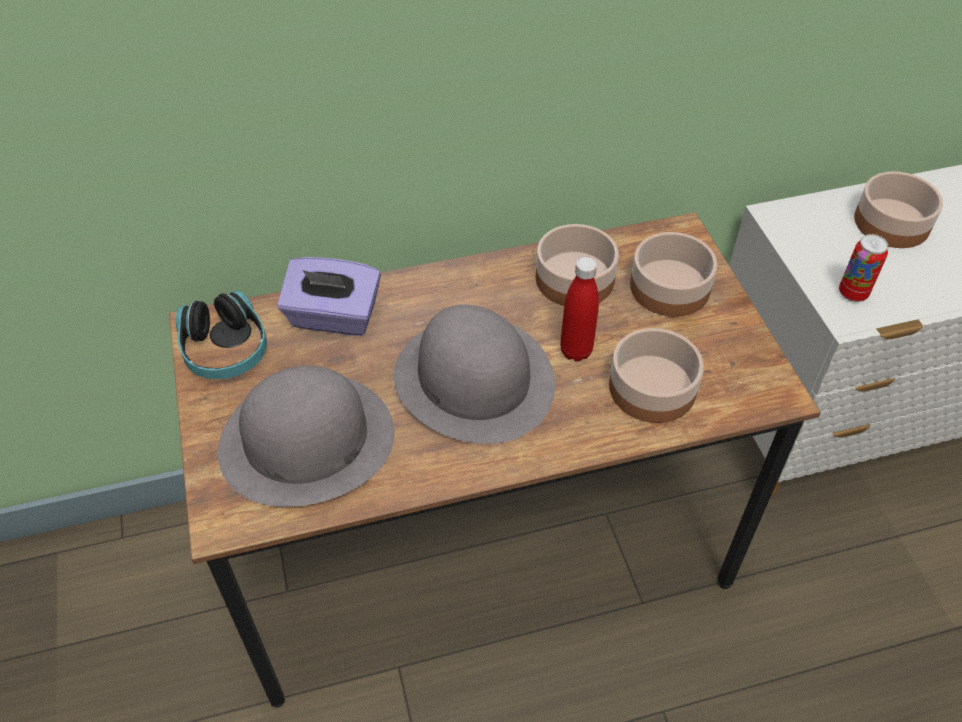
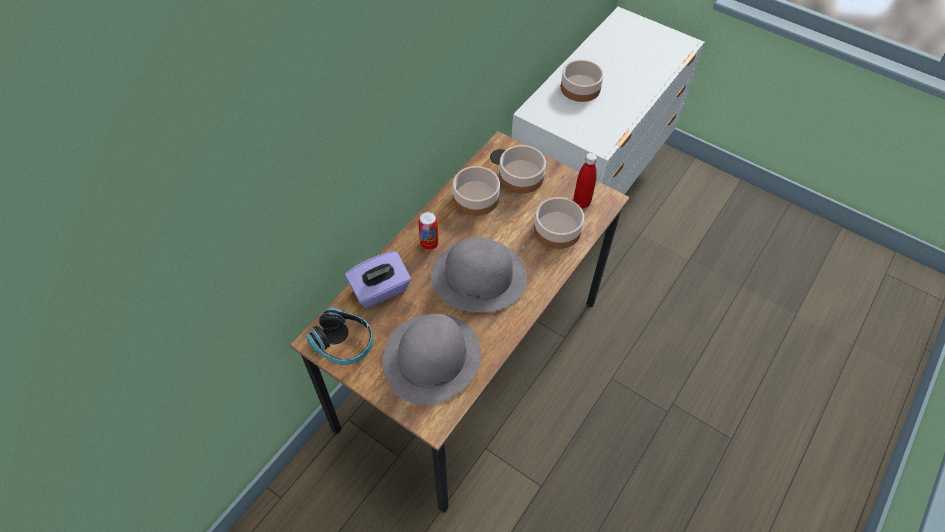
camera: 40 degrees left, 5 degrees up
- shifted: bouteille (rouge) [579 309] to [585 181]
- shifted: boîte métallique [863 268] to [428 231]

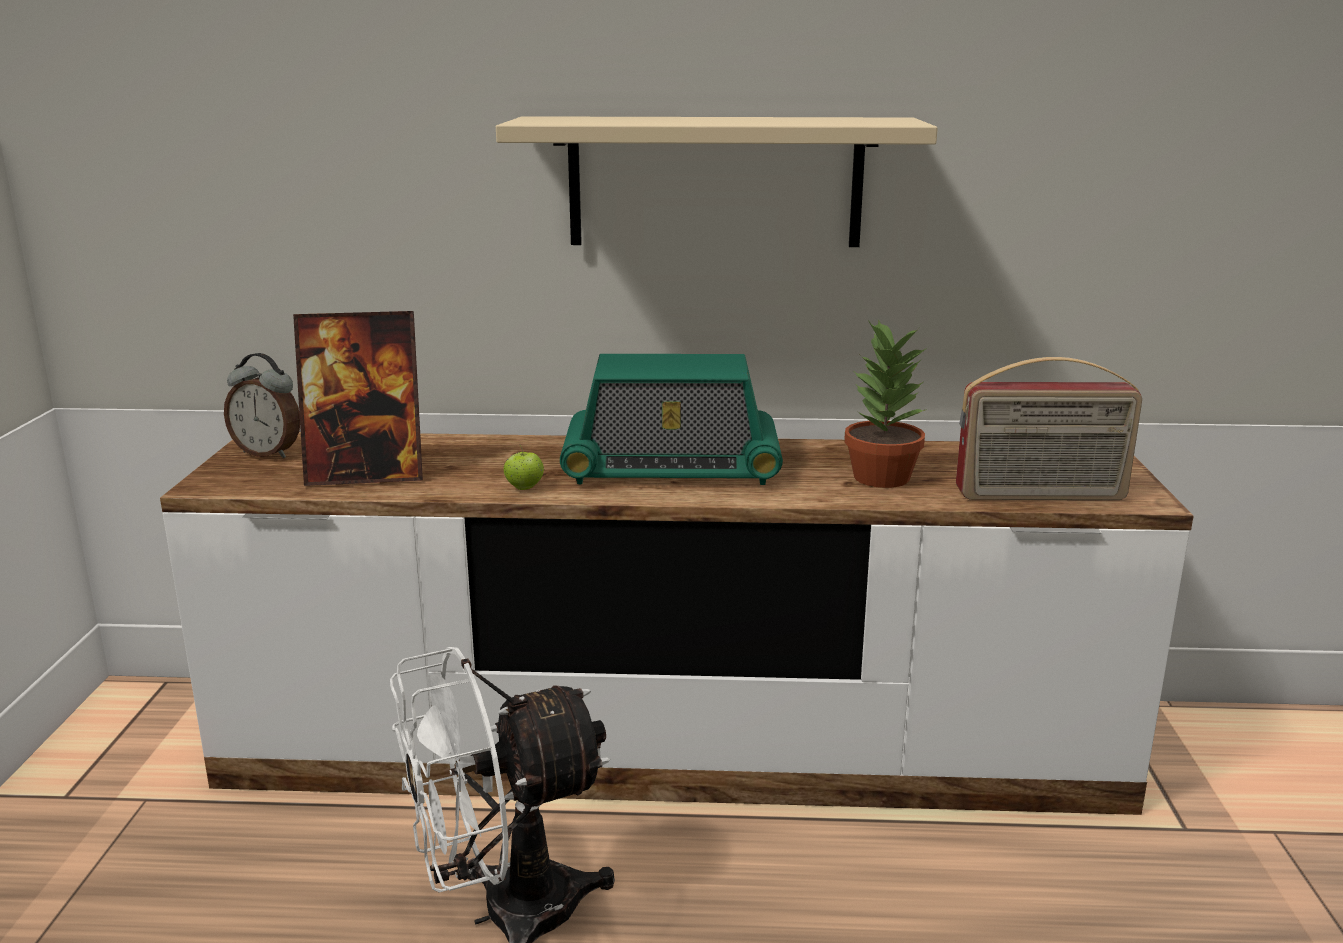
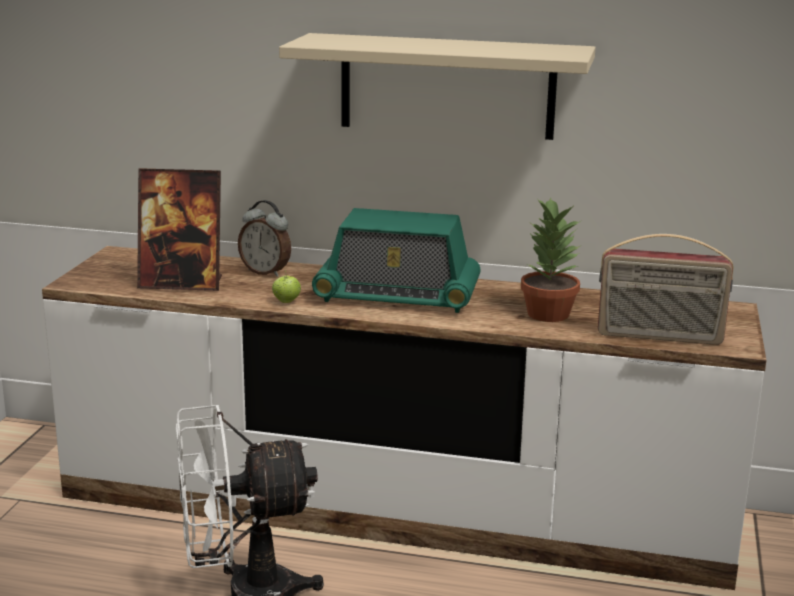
camera: 10 degrees right, 0 degrees up
- shifted: réveil [262 405] to [264 238]

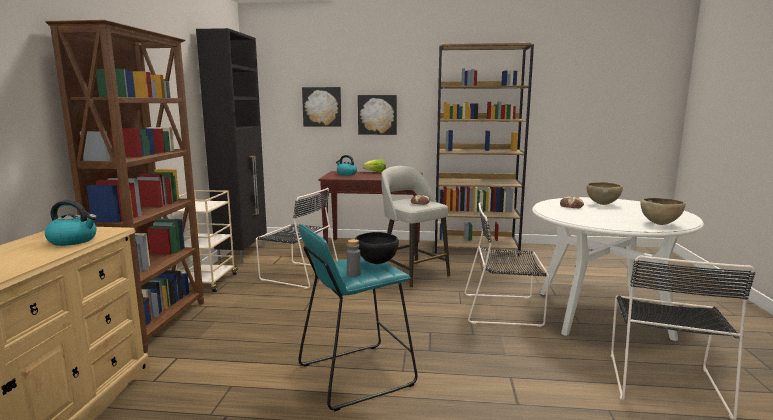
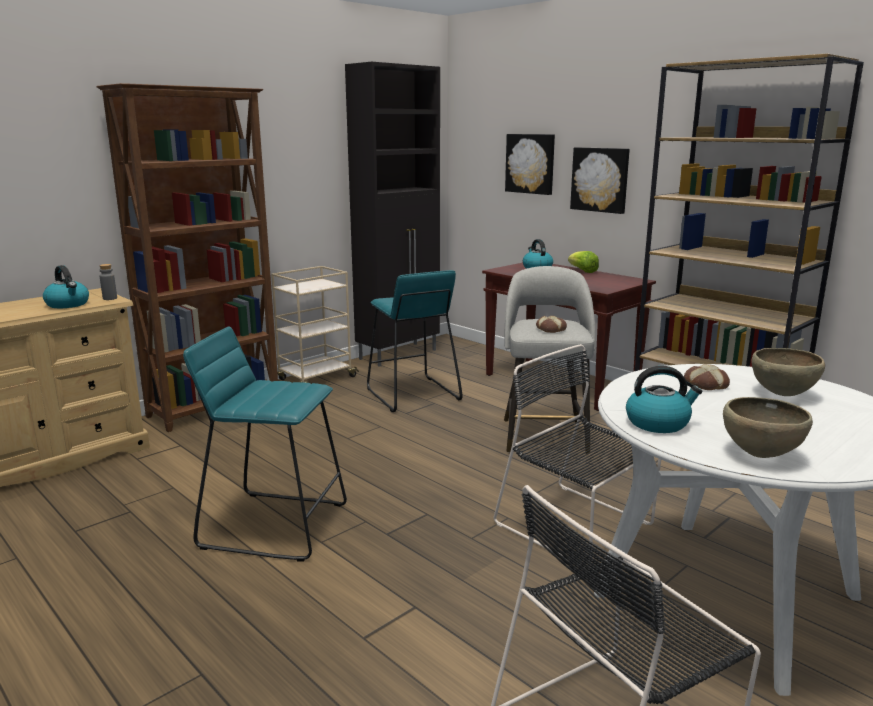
camera: 40 degrees right, 5 degrees up
- swapped: chaise (noir) [297 238] to tabouret (turquoise) [415 341]
- shifted: bouteille (gris) [354 258] to [108 282]
- gone: bol (noir) [377 248]
- new: bouilloire [664 399]

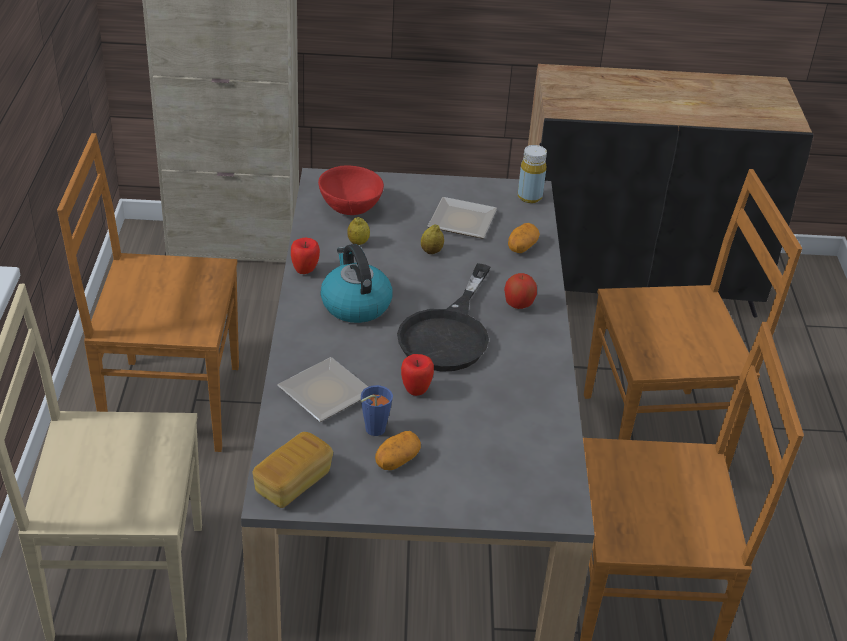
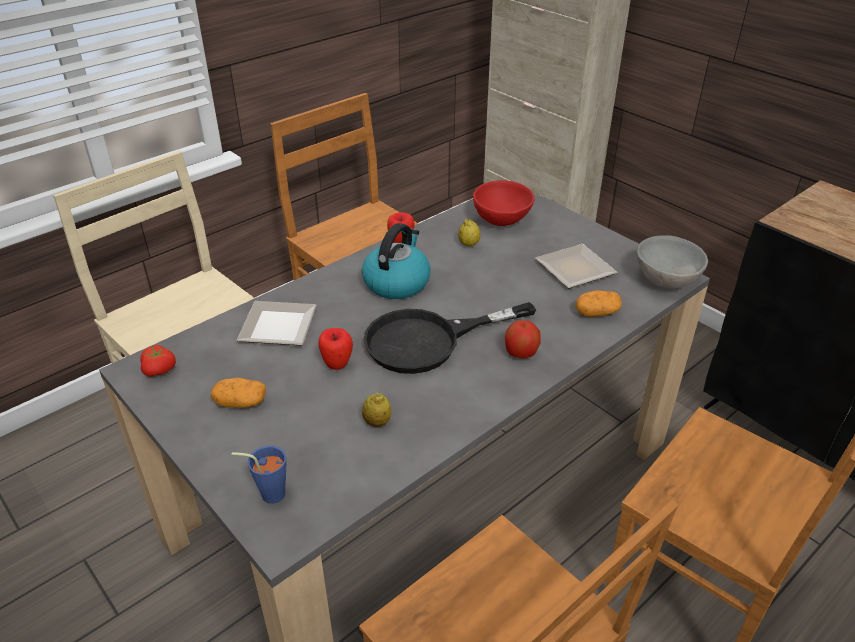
camera: 50 degrees right, 0 degrees up
- swapped: pain [293 470] to tomate [158 361]
- shifted: tasse (bleu) [377 410] to [259 475]
- shifted: citron [432 239] to [376 410]
- swapped: bouteille (jaune) [532 174] to bol (gris) [672 262]

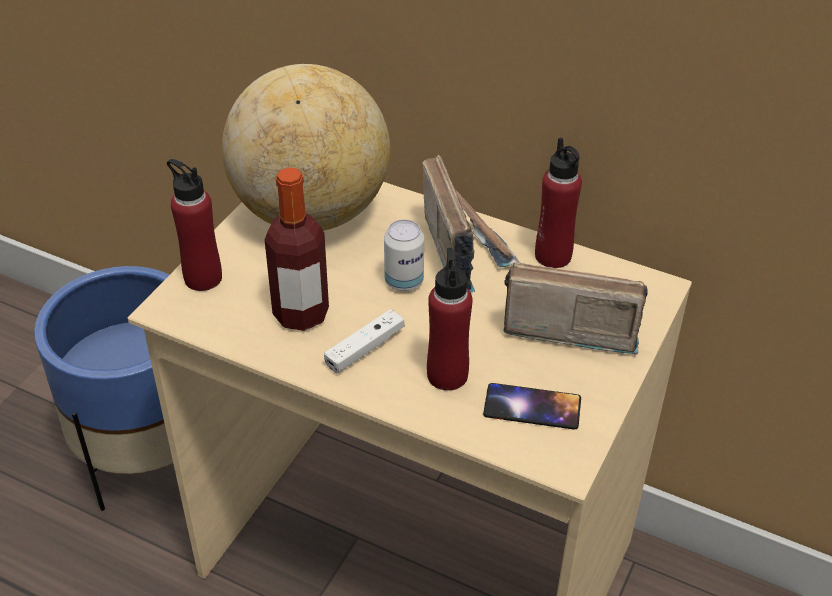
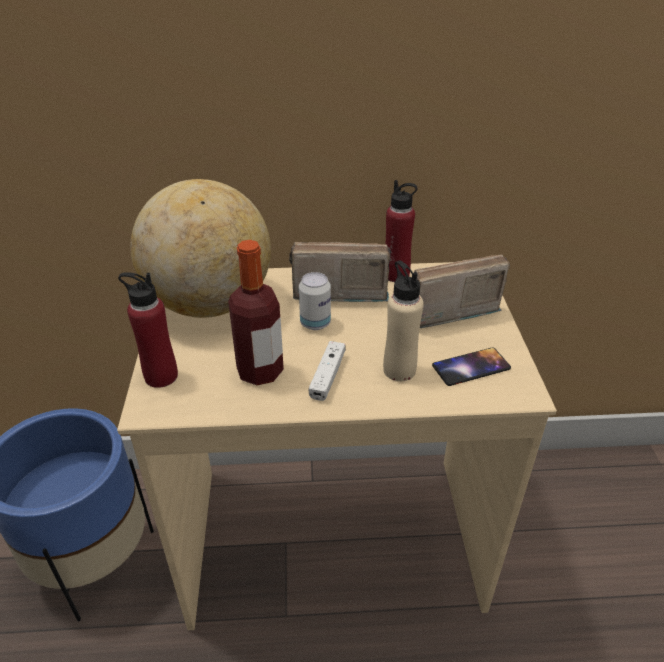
camera: 30 degrees left, 5 degrees down
- rotated: radio [470 223] = [340 272] 45 degrees counterclockwise
- repainted: bouteille (rouge) [450 319] to bouteille (beige) [403 321]

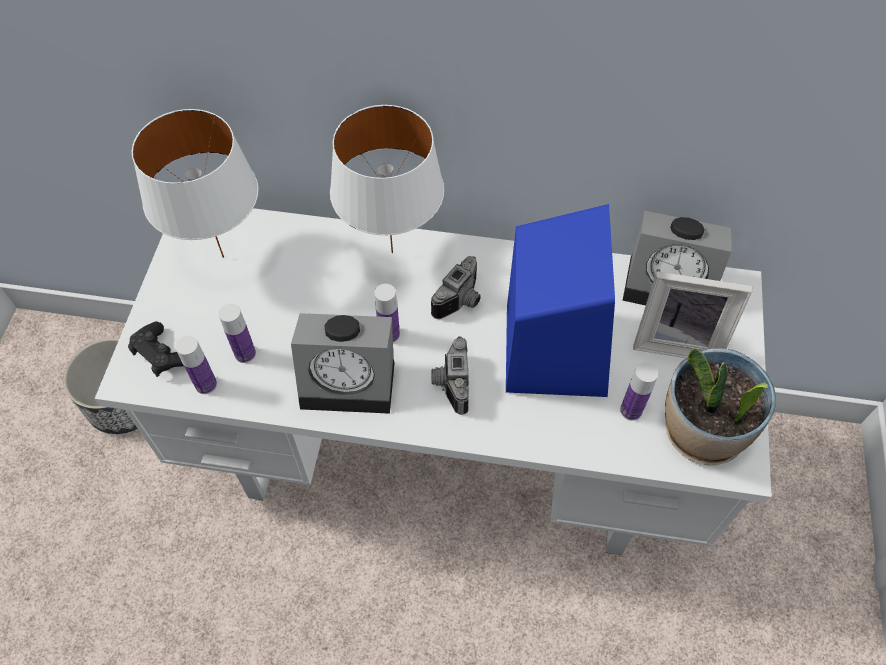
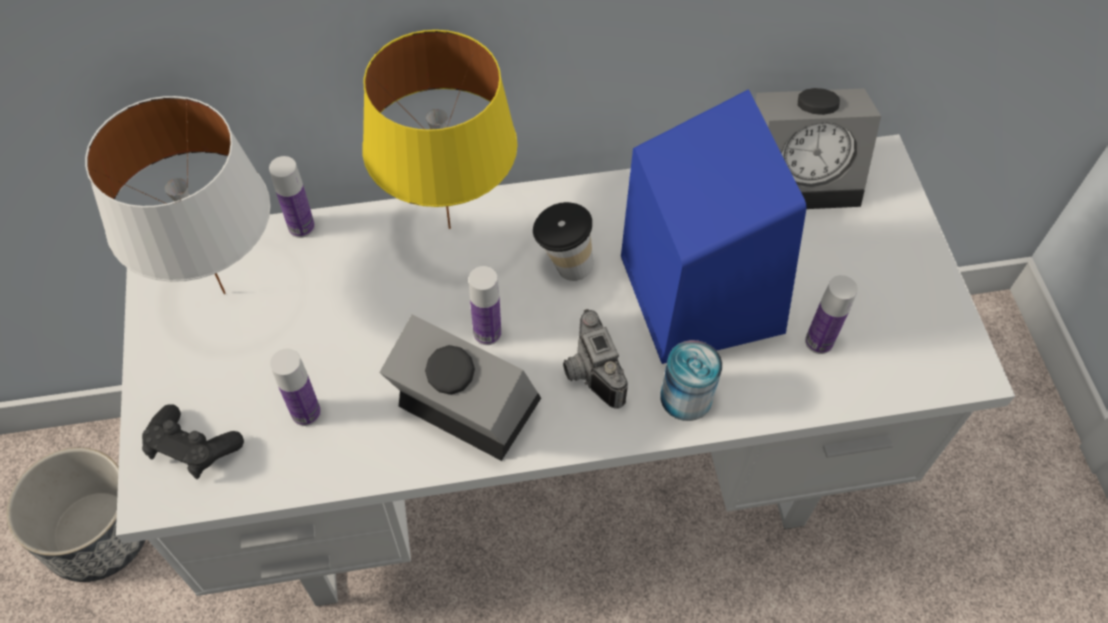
camera: 20 degrees left, 0 degrees up
- shifted: bouteille [196 365] to [292 197]
- rotated: réveil [343 363] = [460 387] 135 degrees counterclockwise
- repainted: lampe de table (blanc) [387 179] to lampe de table (jaune) [439 129]
- swapped: appareil photo [456 287] to tasse [563 241]
- gone: cadre photo [693 314]
- gone: plante en pot [720 406]
- new: boîte métallique [691 380]

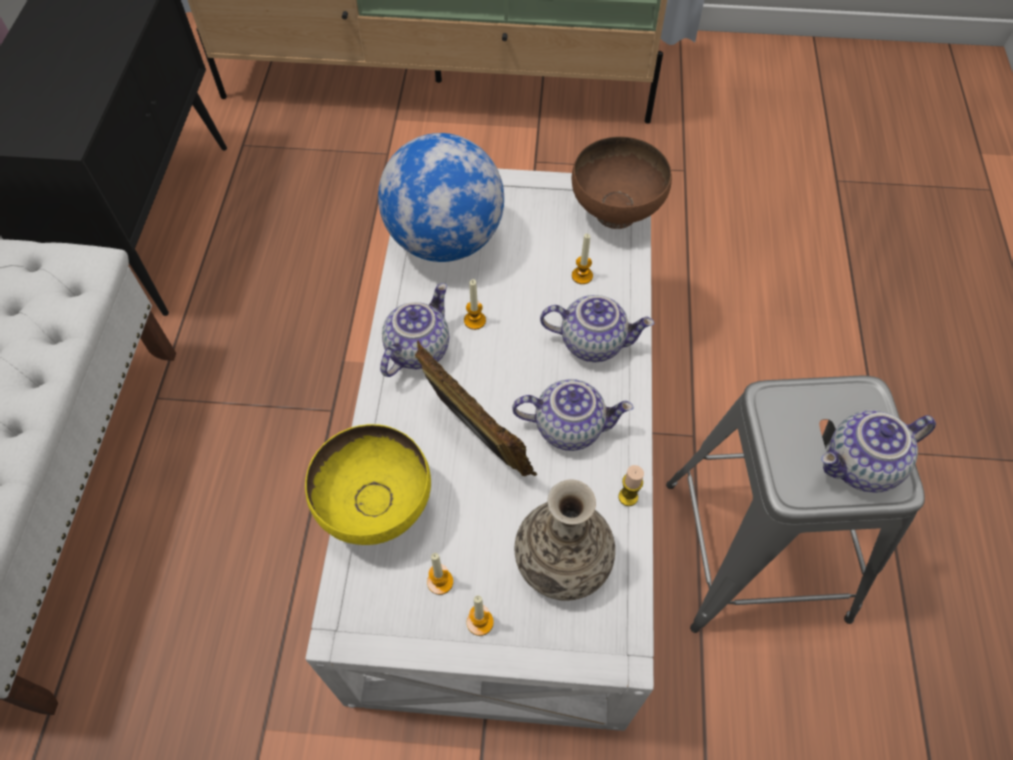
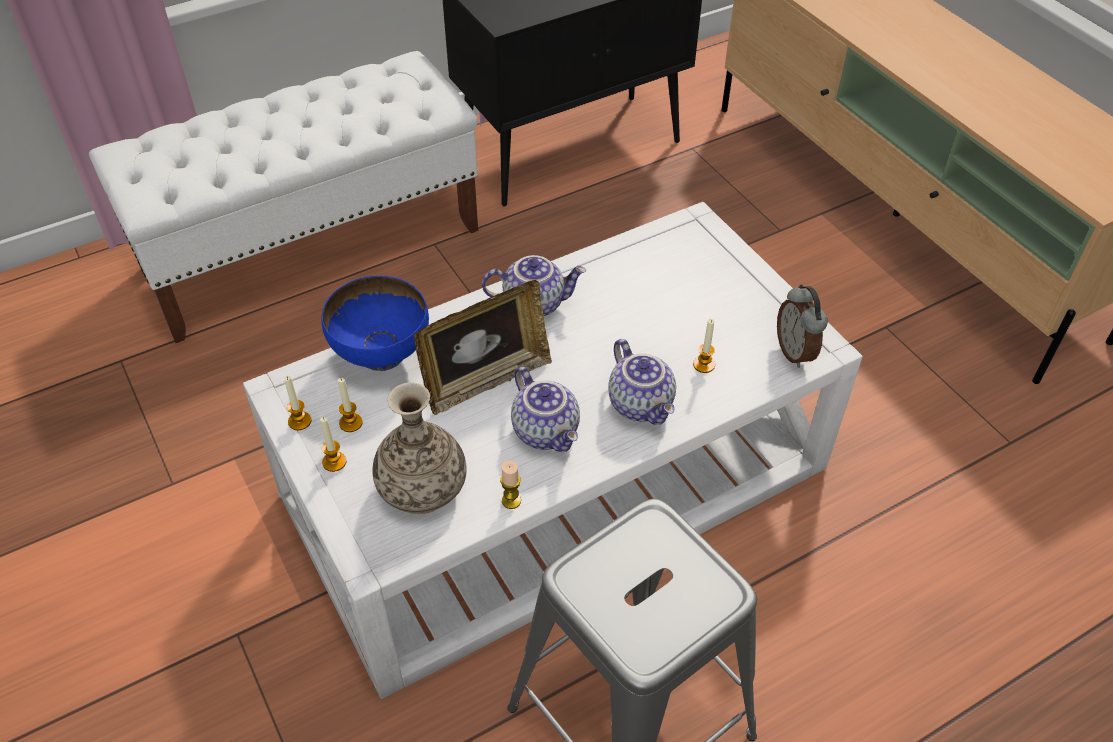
camera: 55 degrees right, 10 degrees down
- repainted: bol (jaune) [368 484] to bol (bleu) [375 323]
- gone: globe [441 197]
- rotated: cadre photo [476 408] = [483 347] 45 degrees clockwise
- shifted: bougie [475 304] to [297 402]
- swapped: bol (marron) [622 182] to réveil [802 326]
- gone: théière [878 451]

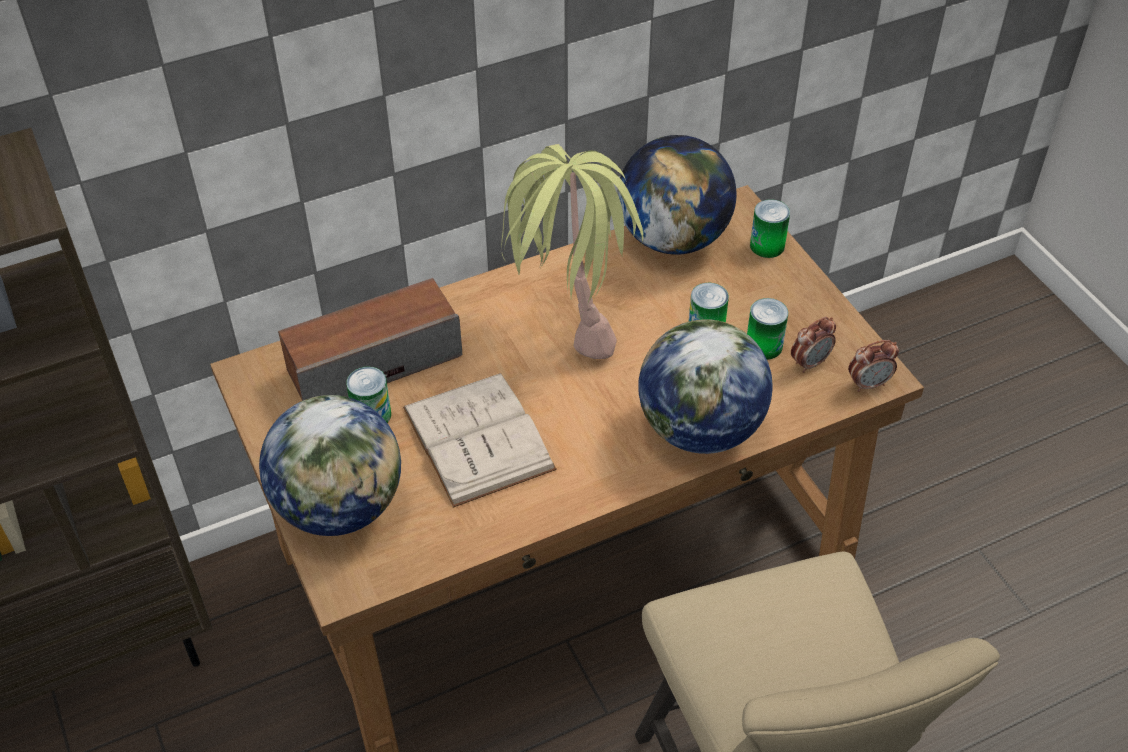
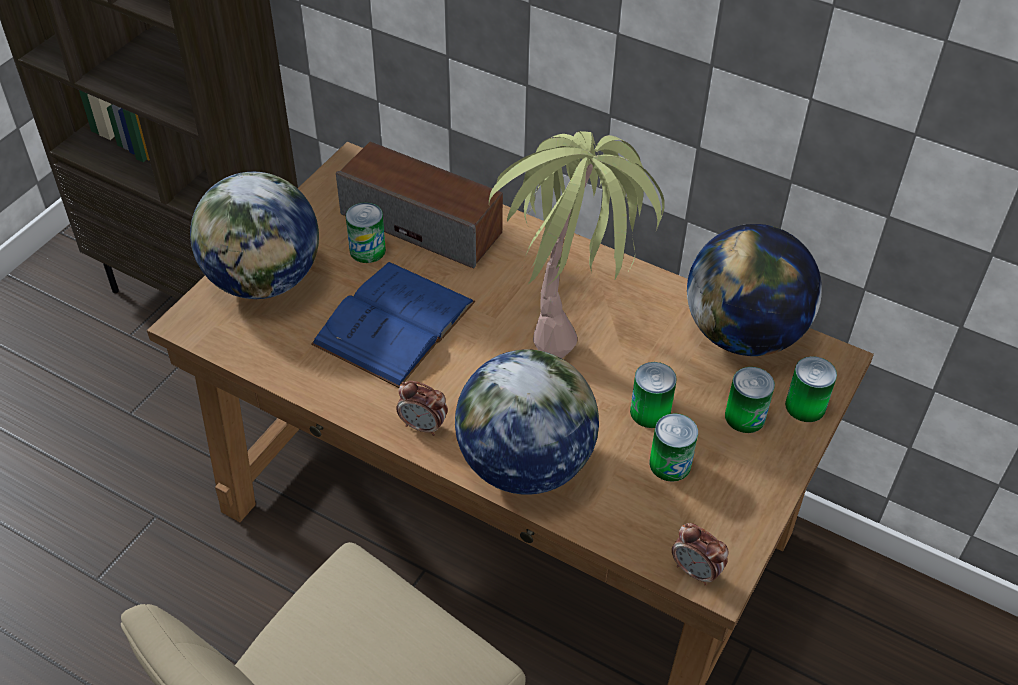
camera: 55 degrees right, 0 degrees up
- repainted: livre (blanc) [480 440] to livre (bleu) [393 325]
- shifted: réveil [813 345] to [422 408]
- new: boîte métallique [750 400]

